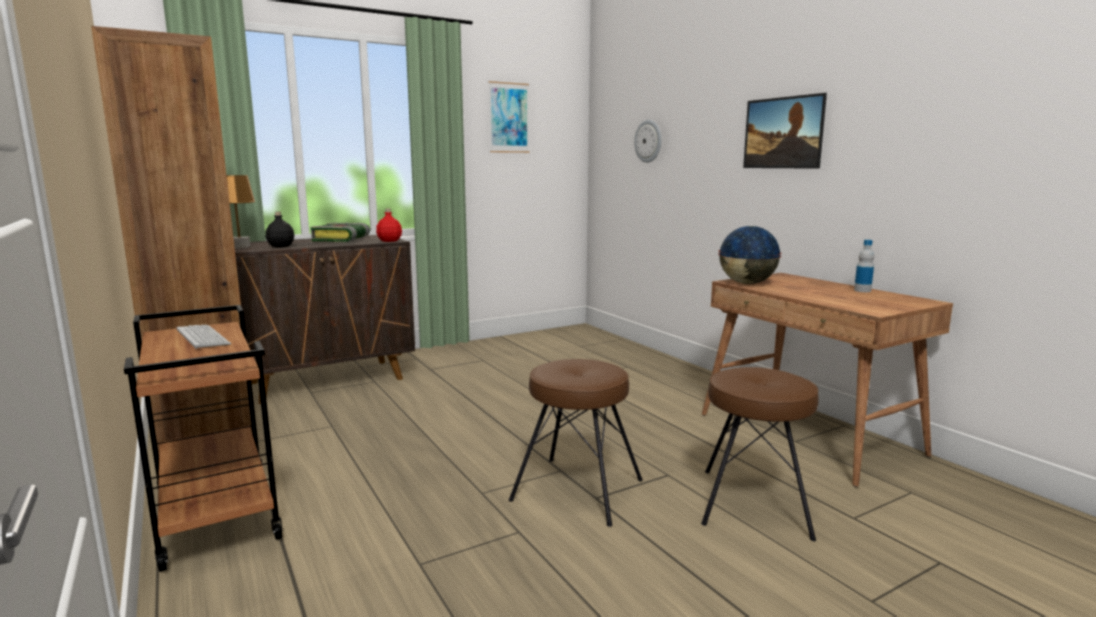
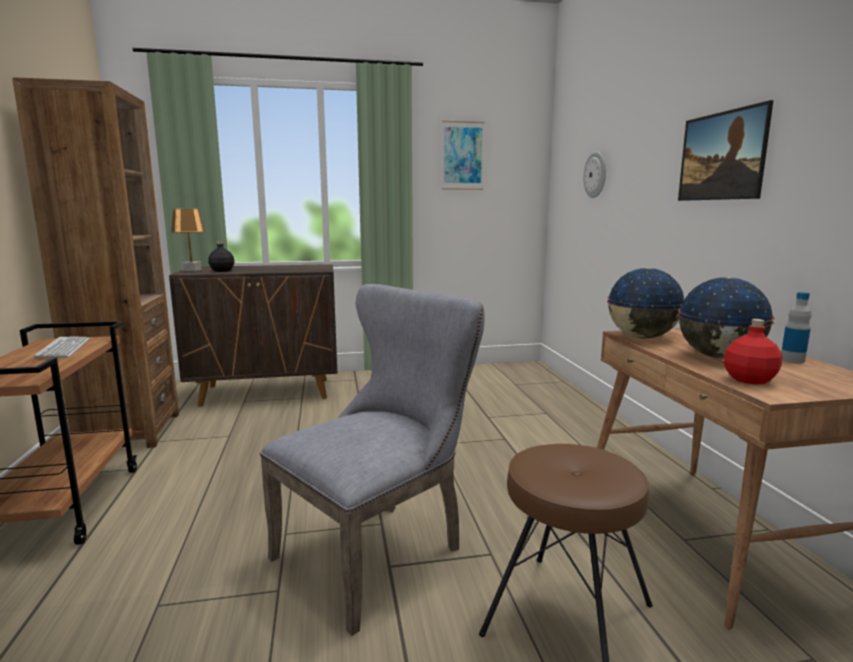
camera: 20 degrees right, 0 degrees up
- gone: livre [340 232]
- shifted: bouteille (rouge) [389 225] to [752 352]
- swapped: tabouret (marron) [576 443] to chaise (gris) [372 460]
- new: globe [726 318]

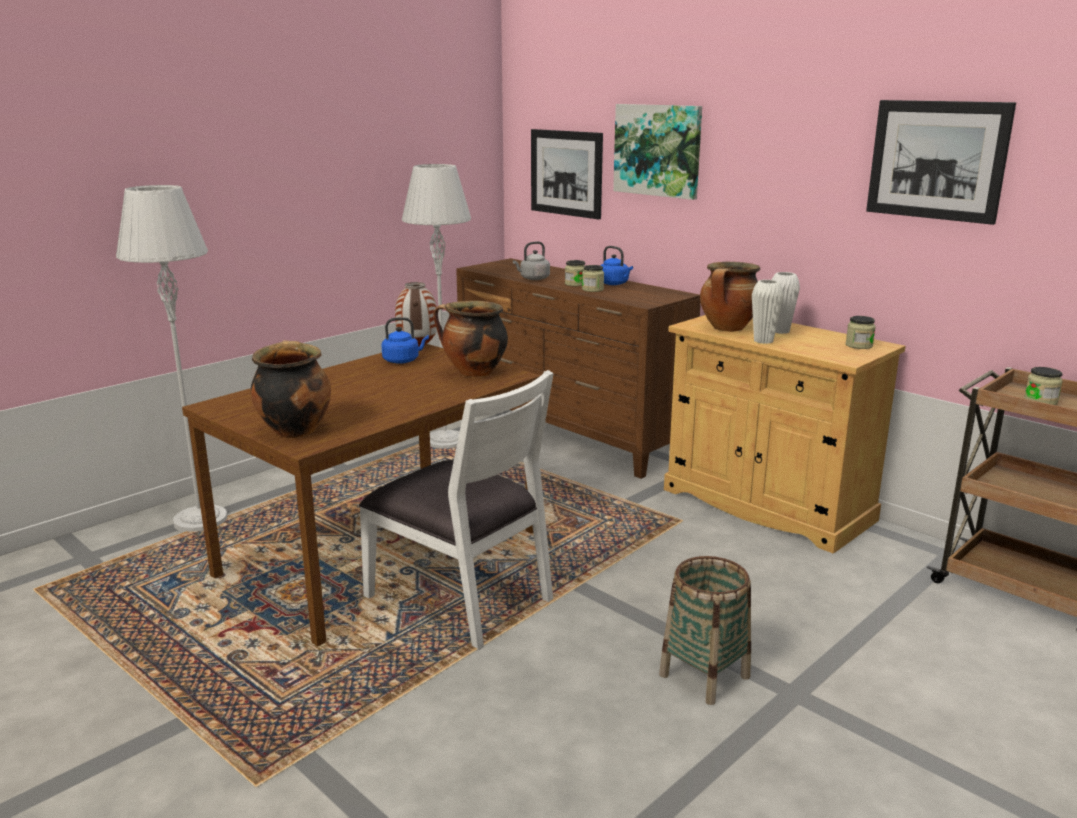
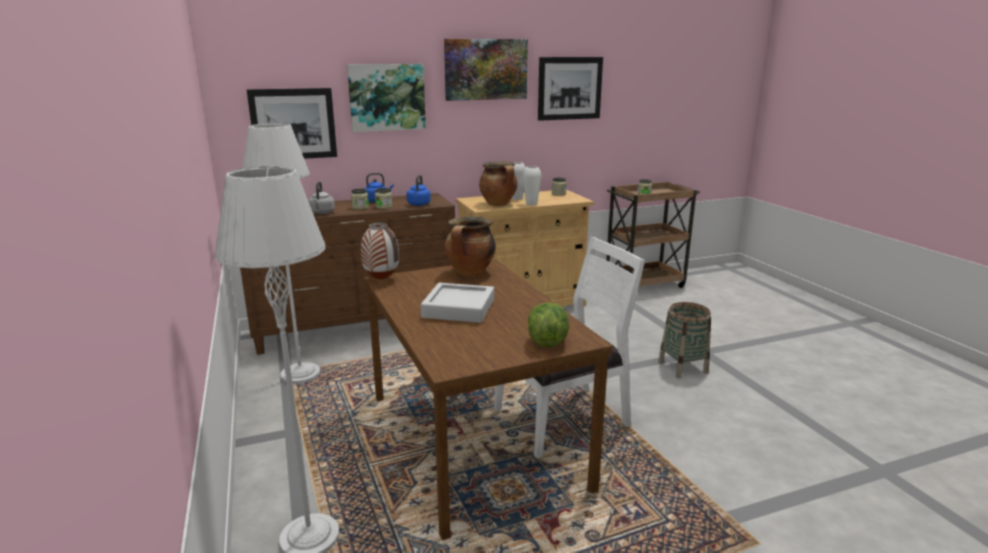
camera: 65 degrees left, 0 degrees up
- swapped: marmite [291 389] to laitue [548 324]
- shifted: bouilloire (bleu) [405 340] to [419 190]
- new: plateau (gris) [457 303]
- new: tableau [486 70]

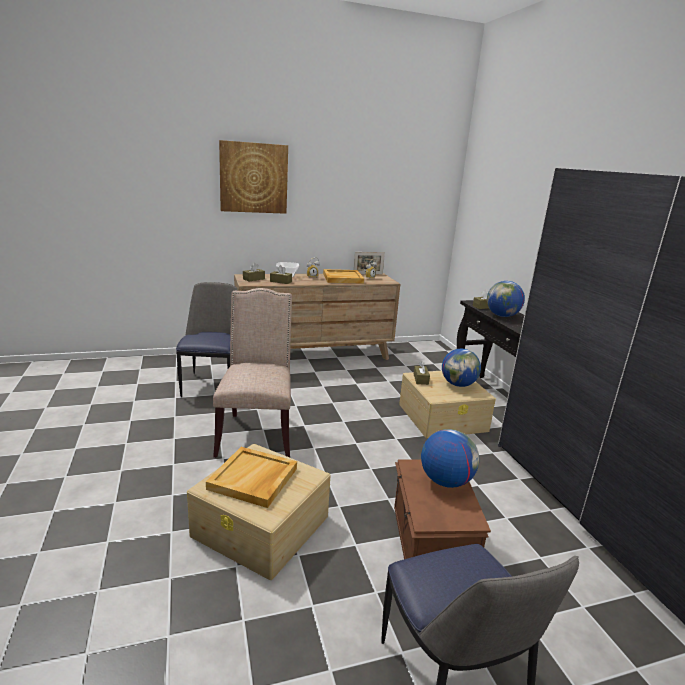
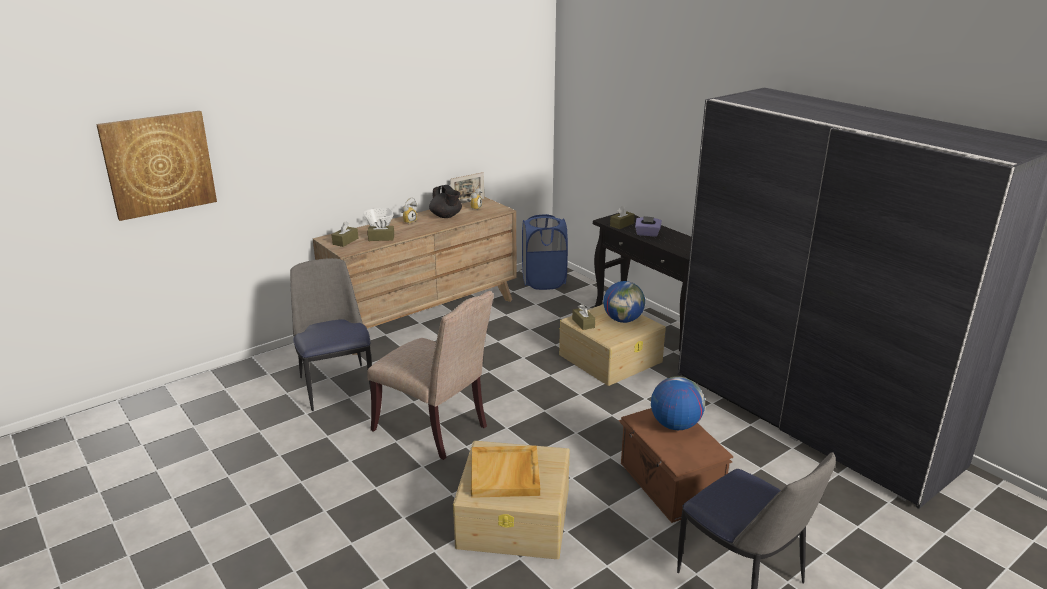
camera: 20 degrees left, 5 degrees up
- rotated: chaise (beige) [252 373] = [430 375] 150 degrees clockwise
- shifted: tableau [253 177] to [156 166]
- swapped: plateau (beige) [343 276] to théière (noir) [445 201]
- swapped: globe [506 299] to boîte à mouchoirs (violet) [648 226]
- new: panier à linge (bleu) [545 252]

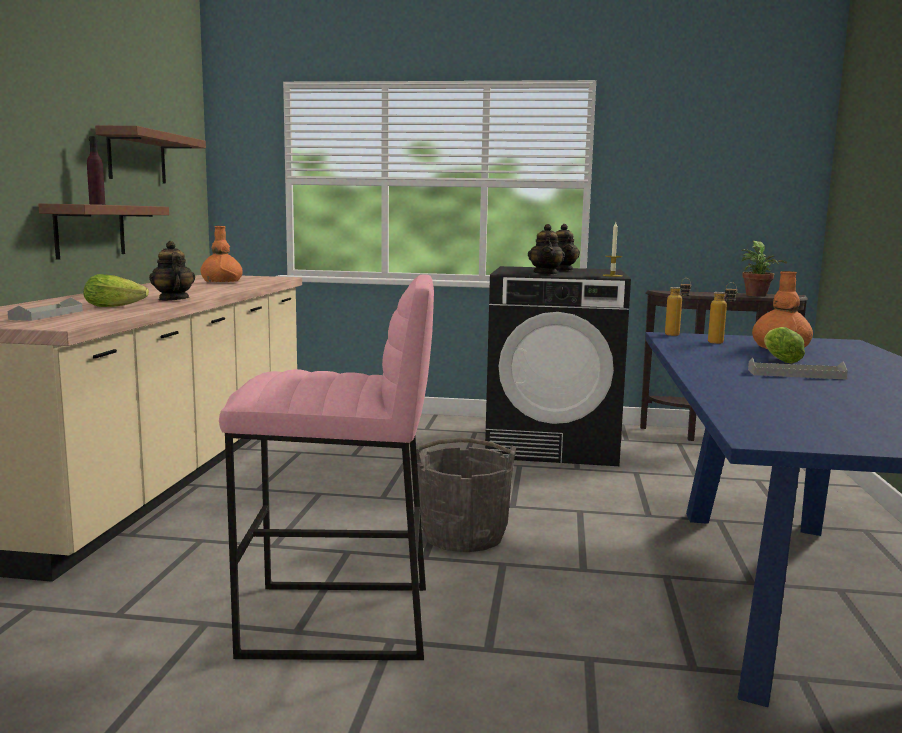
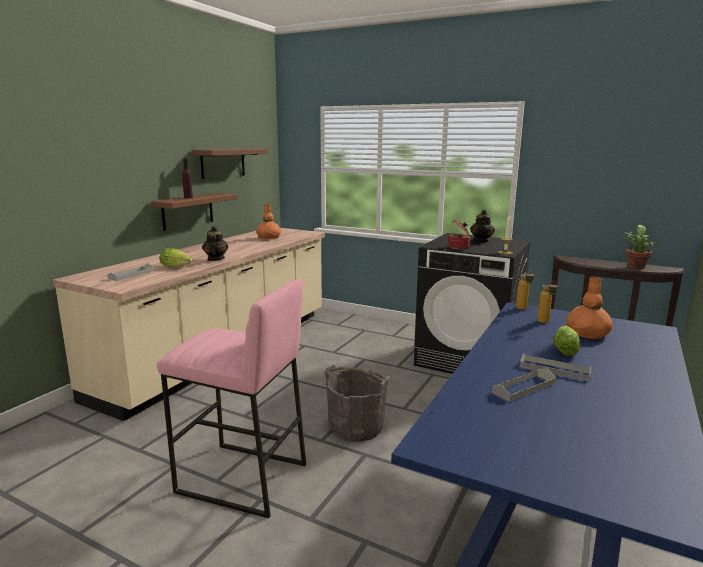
camera: 20 degrees right, 5 degrees up
- swapped: théière [546 249] to marmite [459 235]
- new: plateau (gris) [524 385]

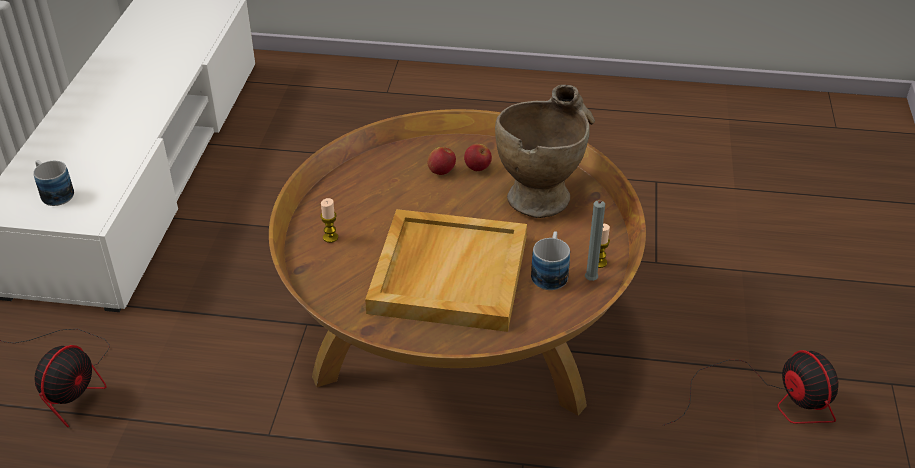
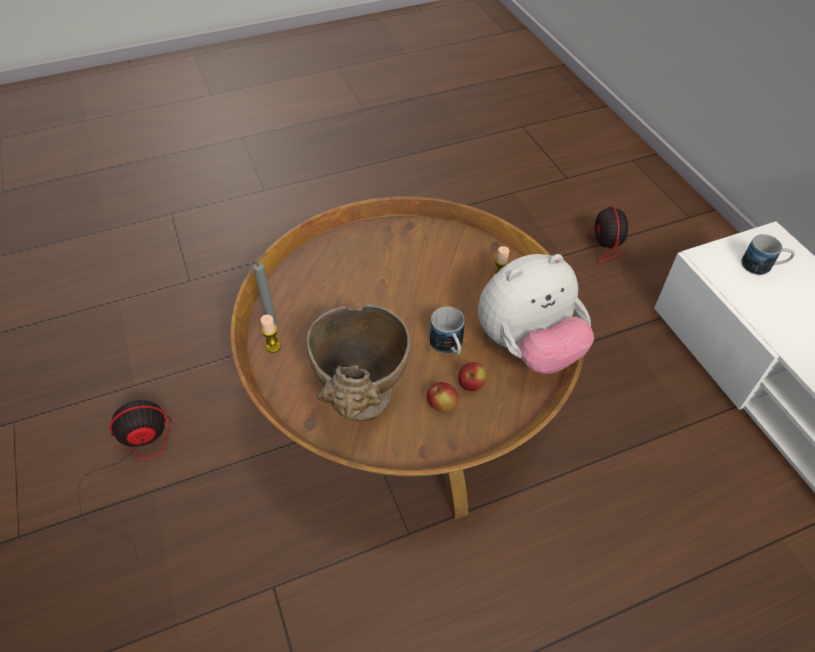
camera: 150 degrees right, 10 degrees up
- gone: plateau (beige) [446 270]
- shifted: mug [550 260] to [447 331]
- rotated: ventilateur [750 388] = [124 481] 120 degrees clockwise
- new: peluche [536 314]

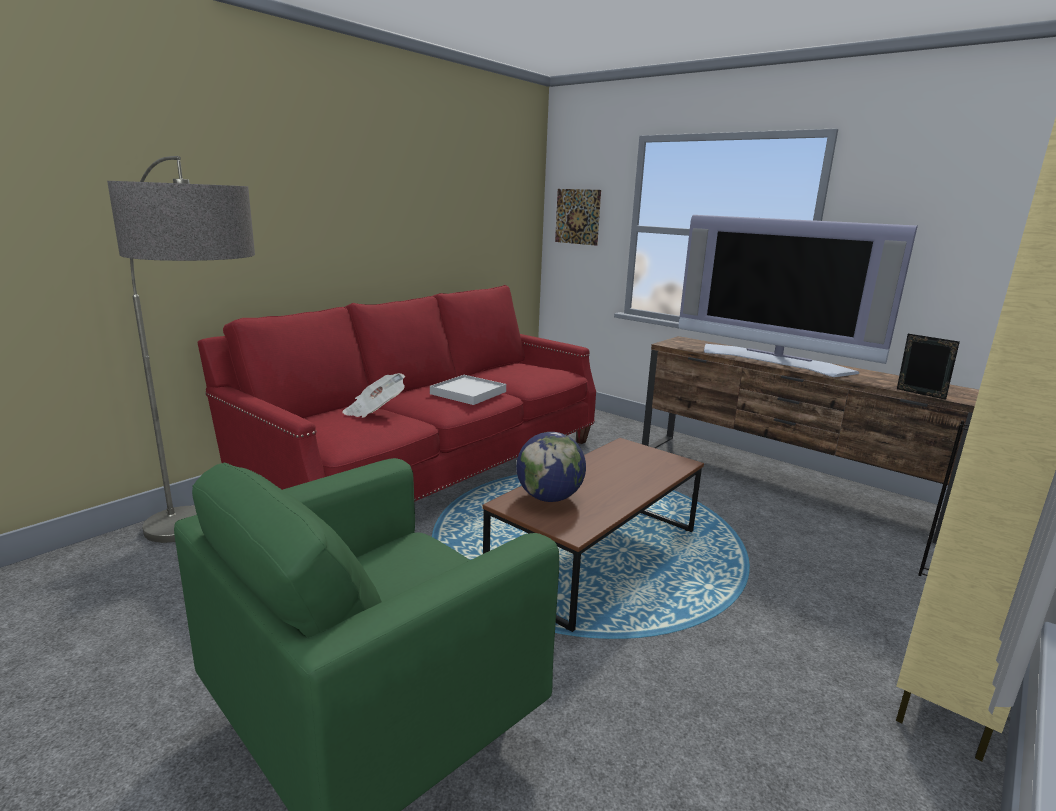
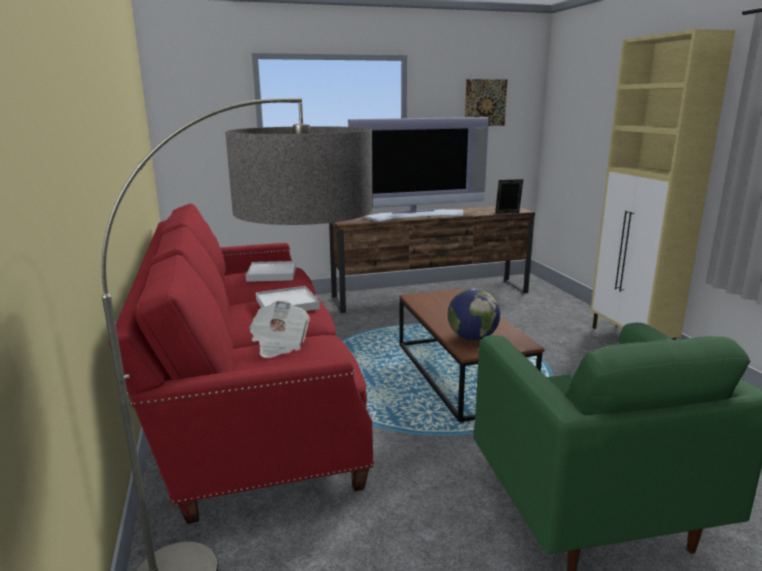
camera: 55 degrees left, 0 degrees up
- shifted: tableau [578 217] to [486 102]
- new: plateau (blanc) [271 271]

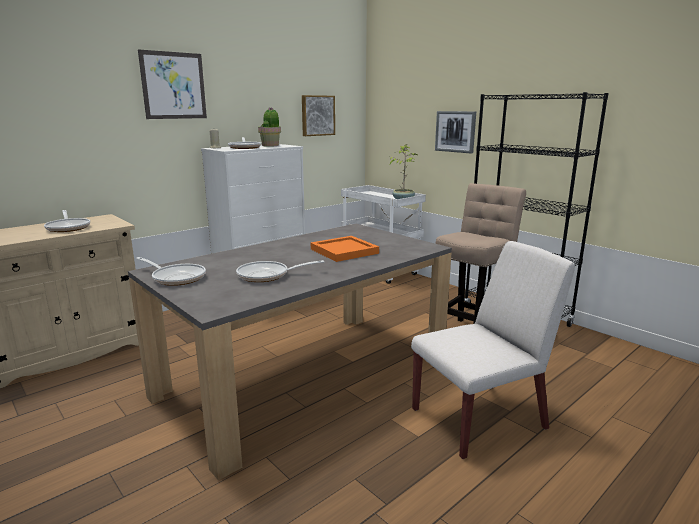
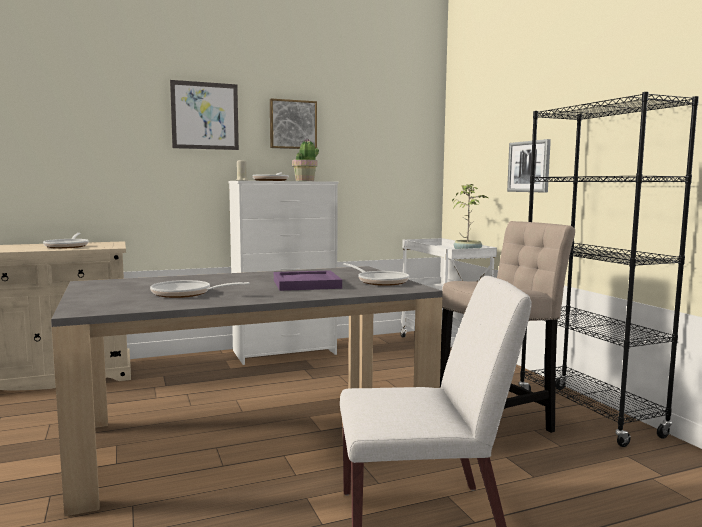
camera: 20 degrees right, 10 degrees down
- shifted: poêle [171 271] to [376 274]
- shifted: tableau [318 115] to [293 123]
- repainted: plateau (orange) [345 249] to plateau (violet) [308 280]

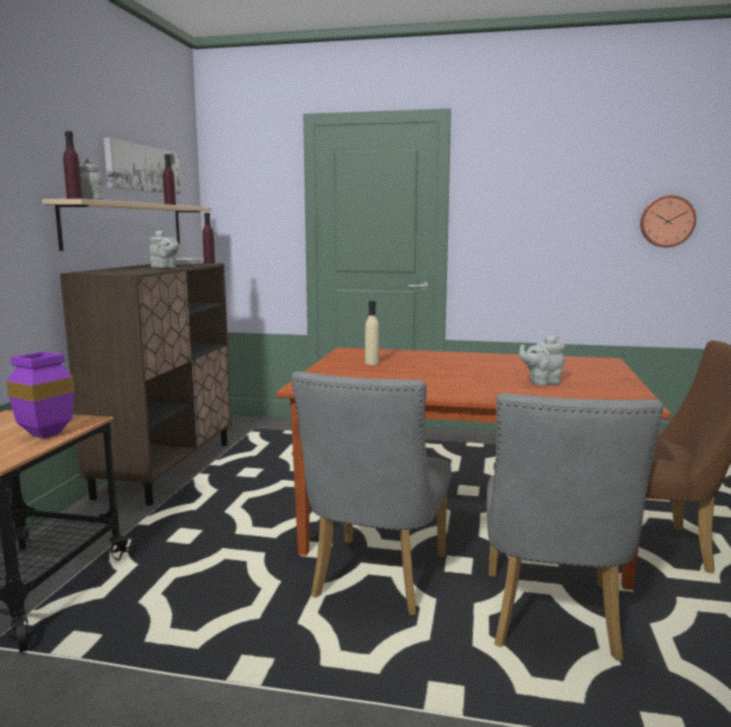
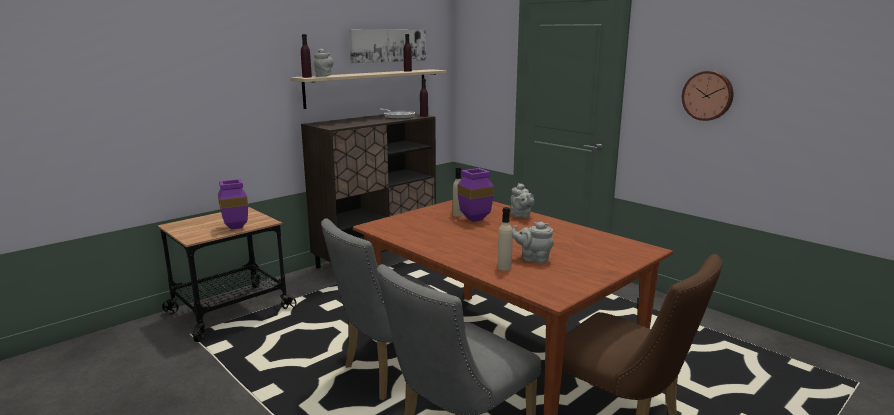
camera: 35 degrees right, 5 degrees up
- shifted: théière (gris) [164 249] to [522 200]
- shifted: horloge murale [668 221] to [708 96]
- new: vase (violet) [475 195]
- new: bouteille (beige) [505 239]

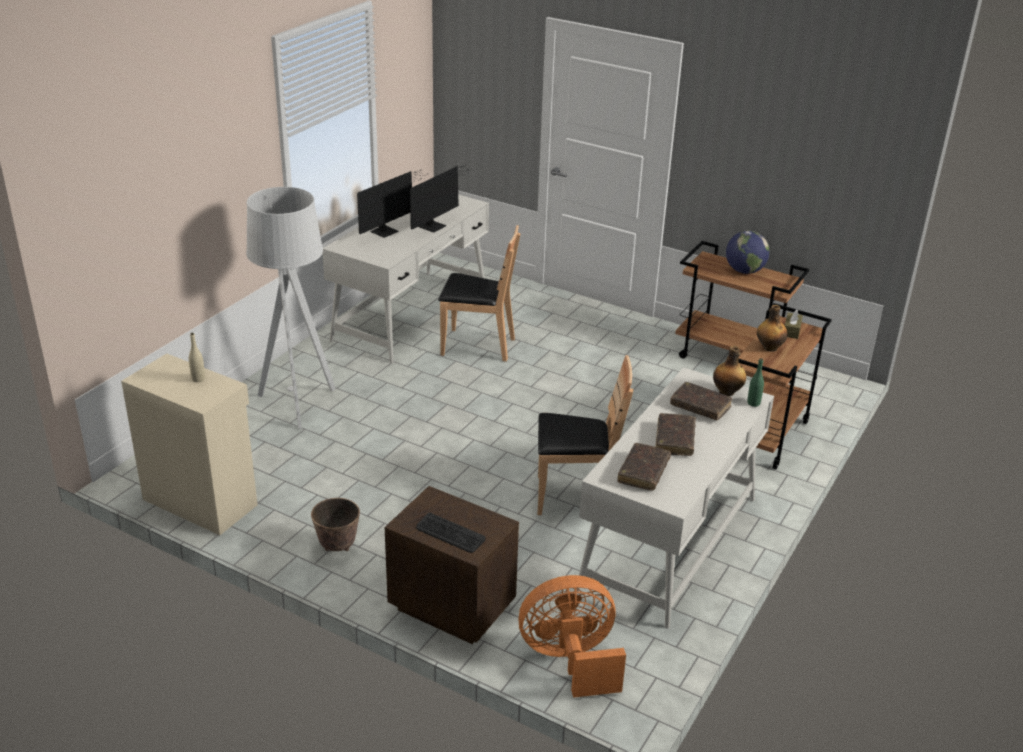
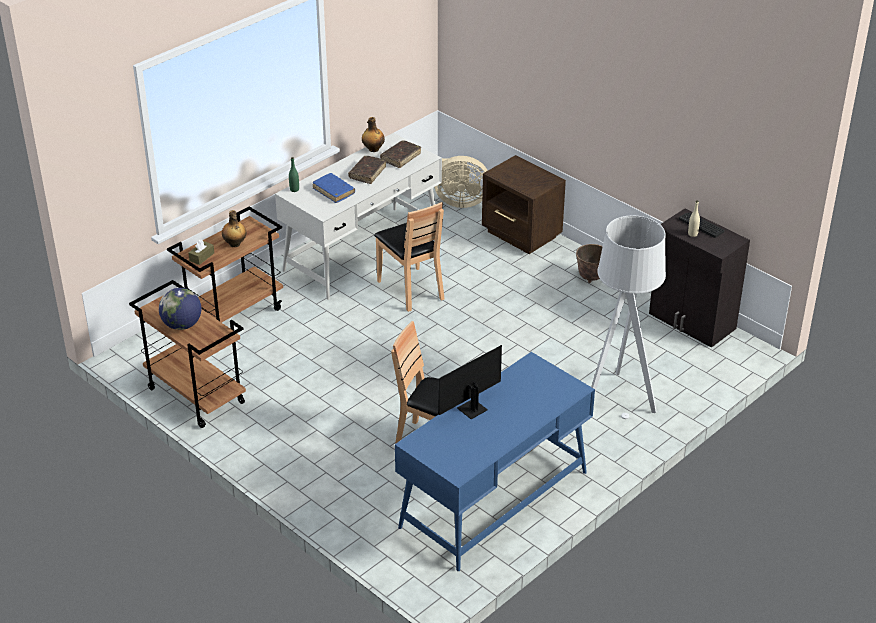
camera: 165 degrees left, 5 degrees up
- repainted: meuble de rangement (beige) [189 444] to meuble de rangement (noir) [699 278]
- repainted: bureau (blanc) [405 279] to bureau (bleu) [495 461]
- gone: écran d'ordinateur [391 204]
- shifted: clavier [450 533] to [701 225]
- repainted: ventilateur (orange) [572 636] to ventilateur (beige) [461 182]
- rotated: chaise (marron) [585 435] = [409 257] 135 degrees counterclockwise
- repainted: livre (marron) [701 401] to livre (bleu) [334 188]
- shifted: bouteille [729 371] to [373 134]

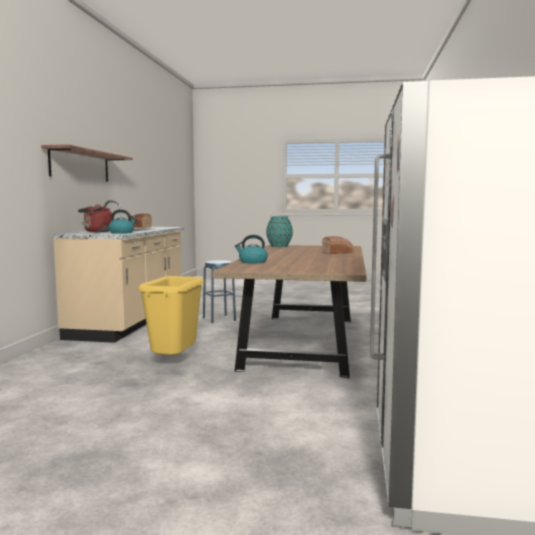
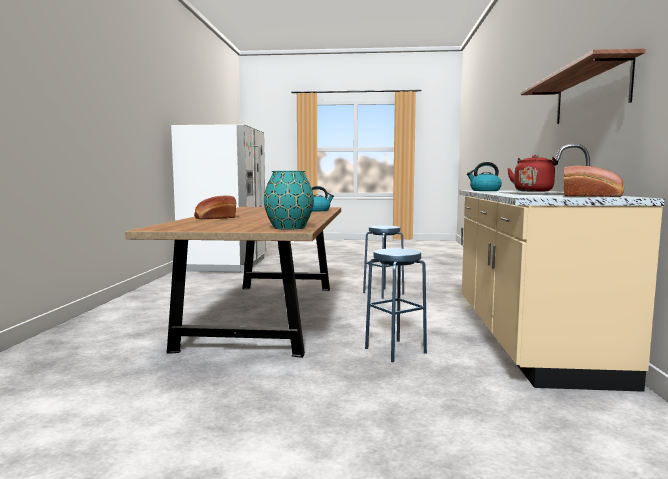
camera: 175 degrees right, 0 degrees up
- swapped: poubelle (jaune) [171 315] to tabouret (bleu) [383 262]

